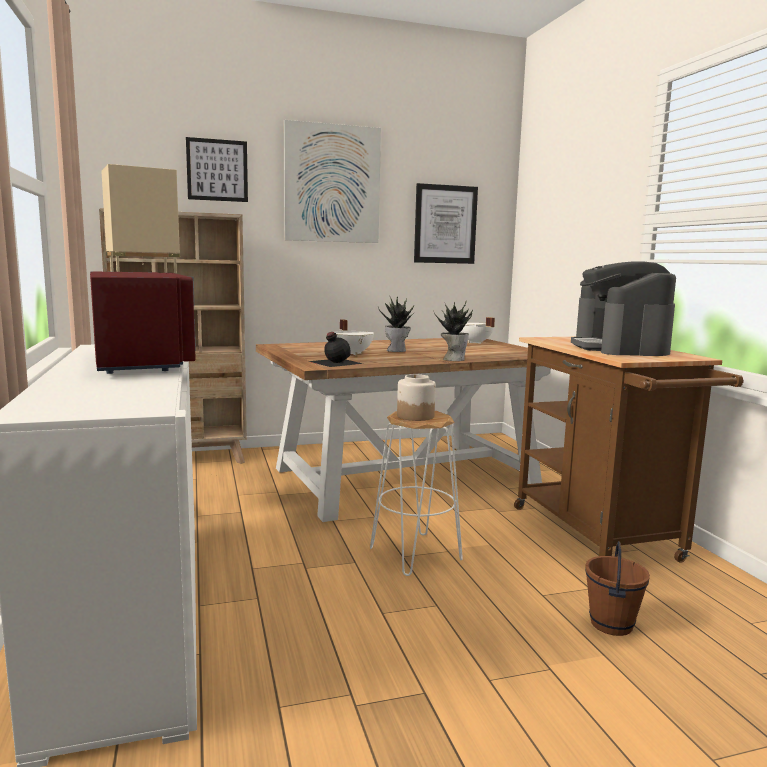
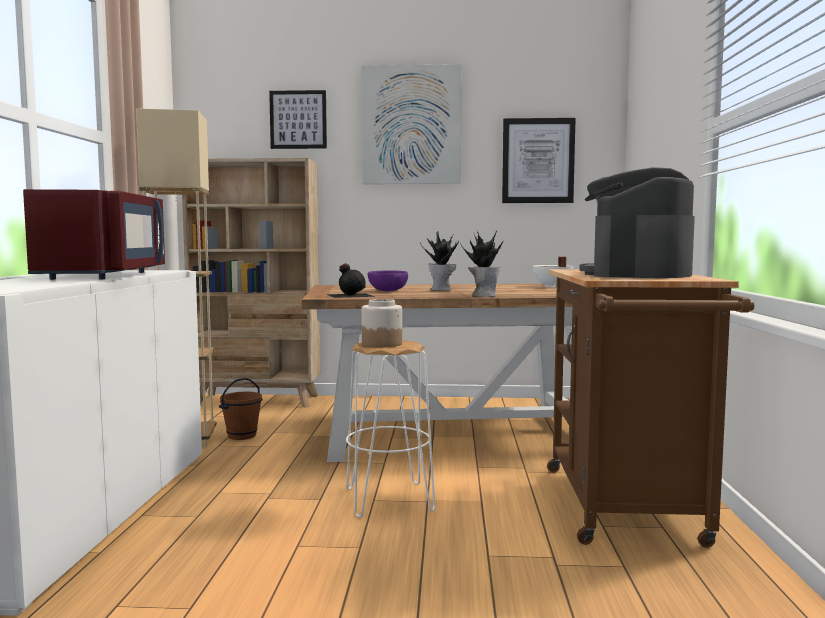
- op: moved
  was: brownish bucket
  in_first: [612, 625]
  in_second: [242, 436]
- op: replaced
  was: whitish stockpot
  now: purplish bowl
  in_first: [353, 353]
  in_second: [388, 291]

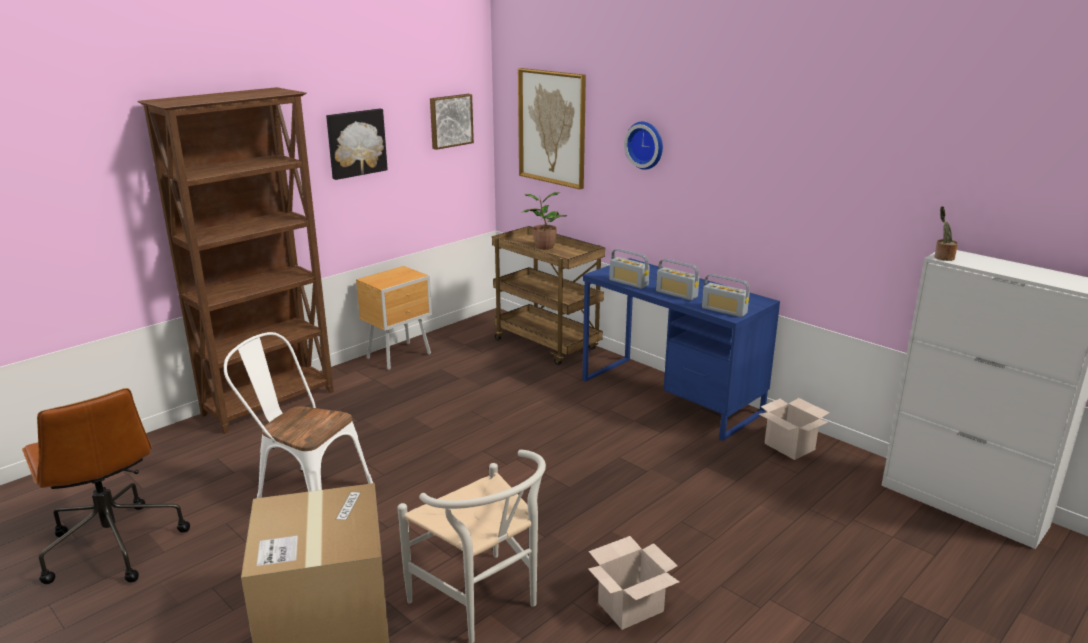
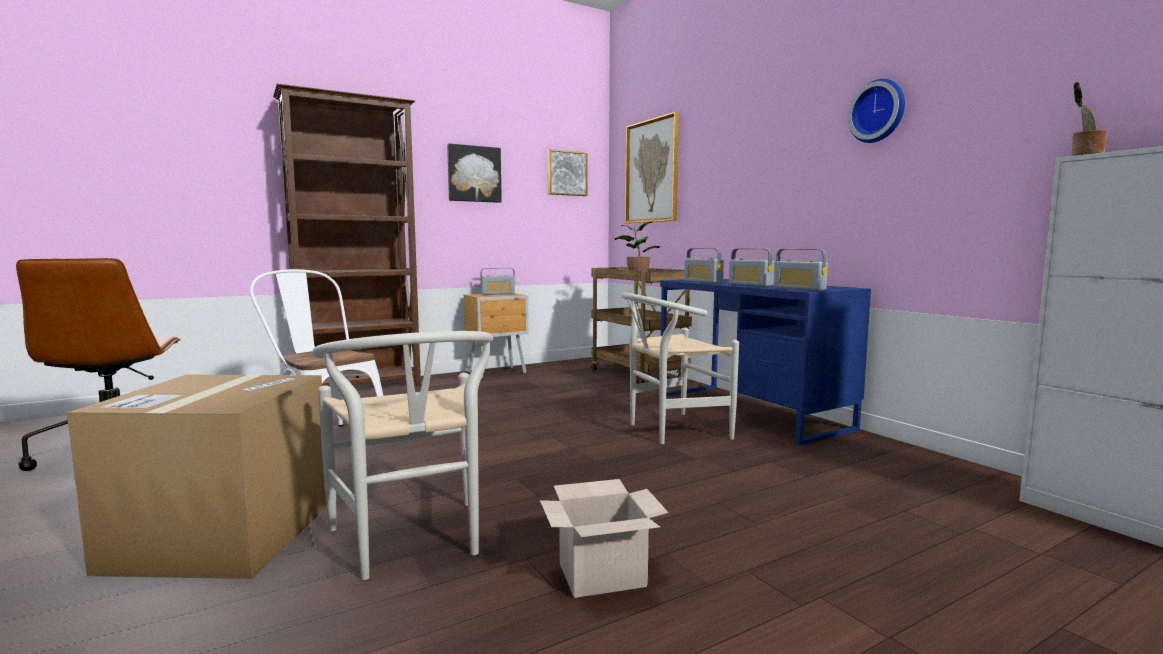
- op: removed
  was: carton
  in_first: [791, 447]
- op: added
  now: radio set
  in_second: [498, 294]
- op: added
  now: whitish chair
  in_second: [670, 430]
- op: moved
  was: wall clock
  in_first: [646, 145]
  in_second: [878, 111]

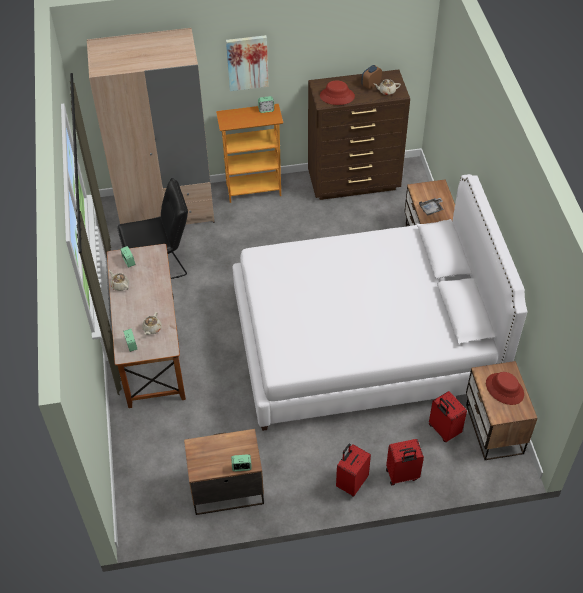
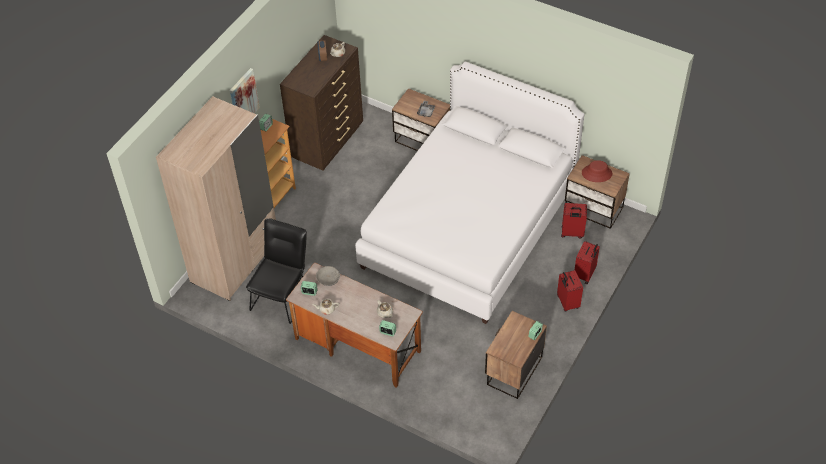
- op: removed
  was: reddish wearable hat
  in_first: [337, 96]
- op: added
  now: gray bowl
  in_second: [328, 279]

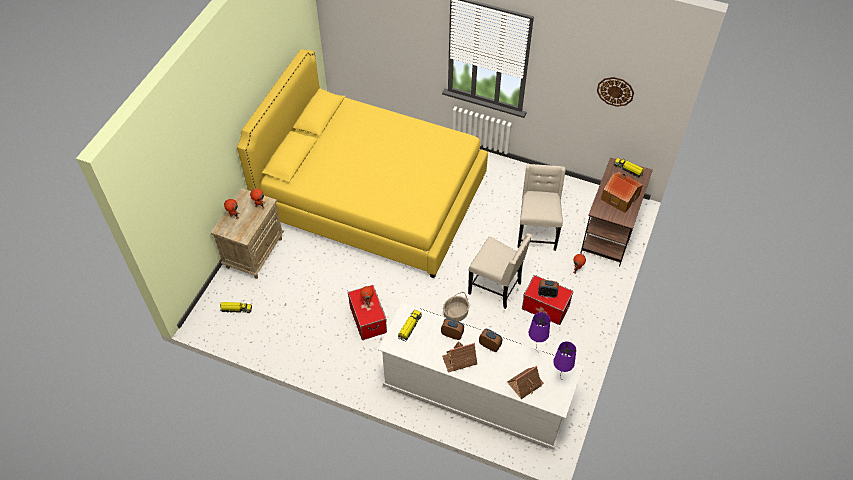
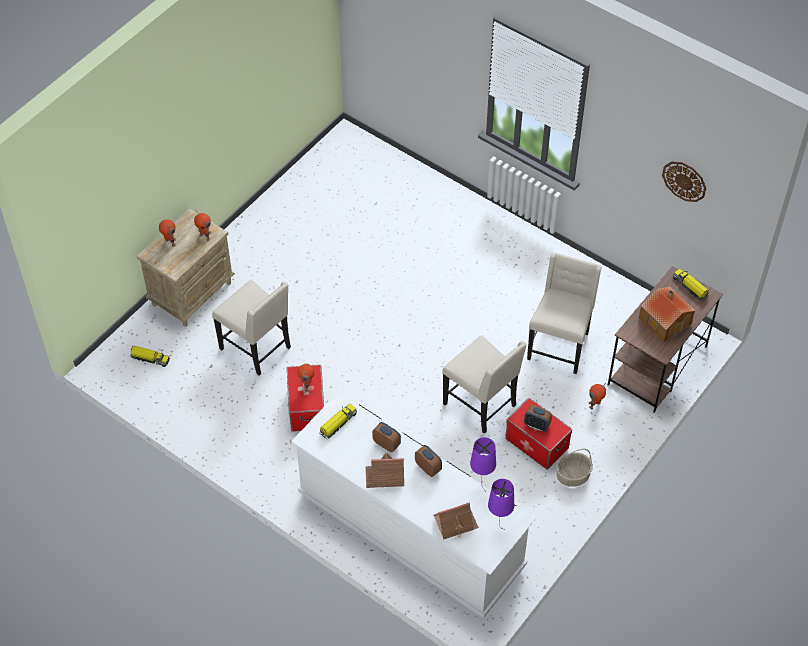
- op: removed
  was: yellow-coloured bedroom bed
  in_first: [372, 198]
- op: added
  now: beige-coloured chair
  in_second: [257, 348]
- op: moved
  was: storage basket
  in_first: [455, 314]
  in_second: [572, 476]

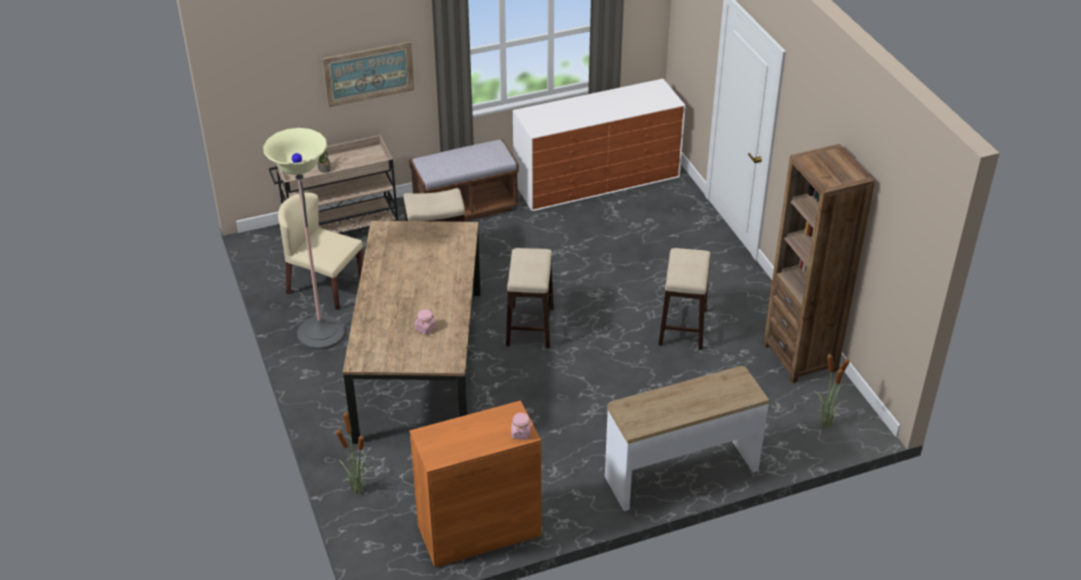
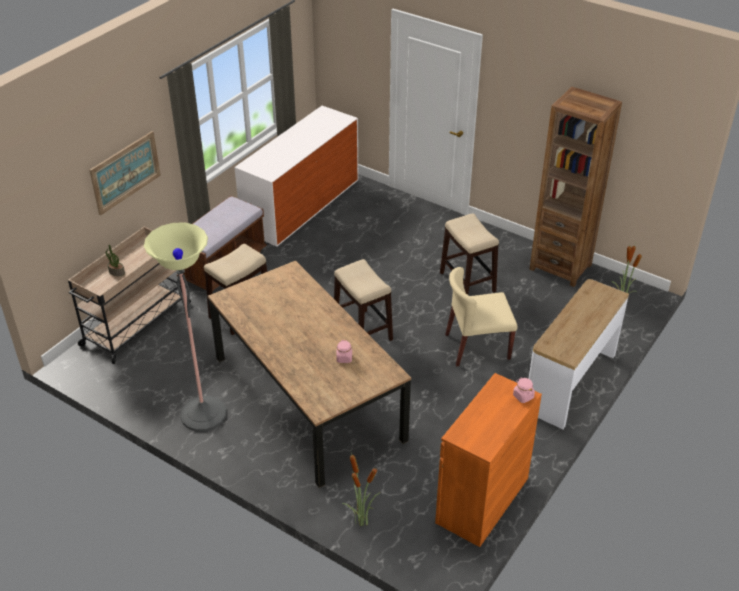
- op: moved
  was: beige-coloured chair
  in_first: [324, 286]
  in_second: [477, 347]

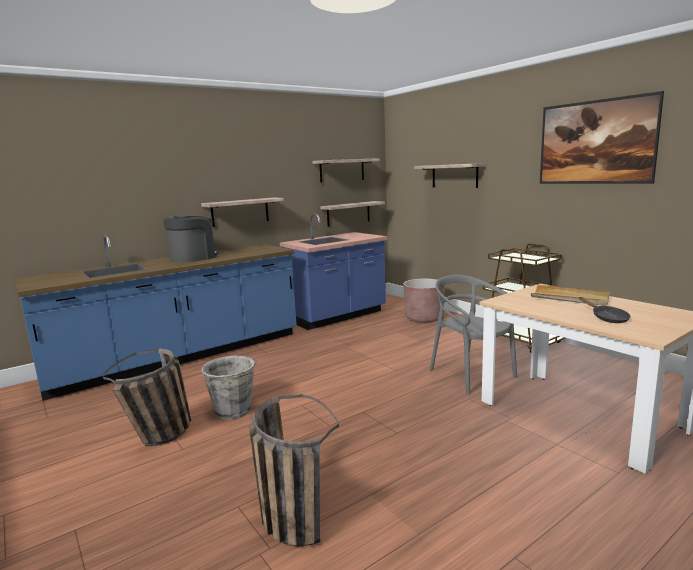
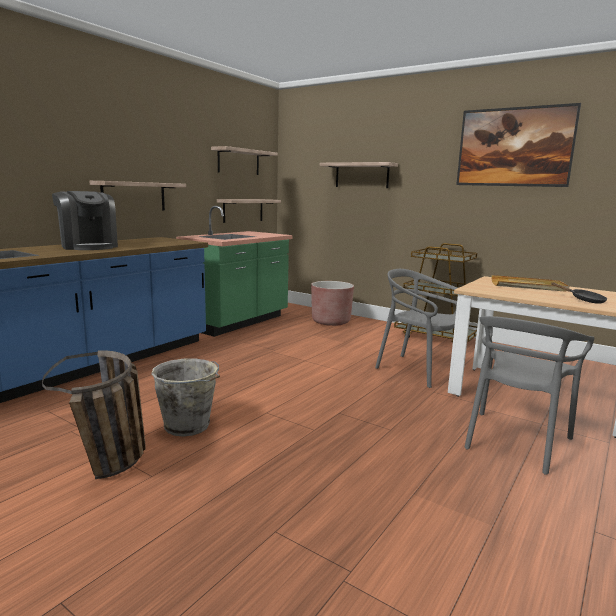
- op: removed
  was: storage basket
  in_first: [287, 514]
- op: added
  now: gray chair
  in_second: [515, 441]
- op: recoloured
  was: blue kitchen base unit
  now: green-coloured kitchen base unit
  in_first: [337, 316]
  in_second: [238, 322]
- op: turned
  was: coffee machine
  in_first: [193, 258]
  in_second: [88, 246]
  clockwise: 120

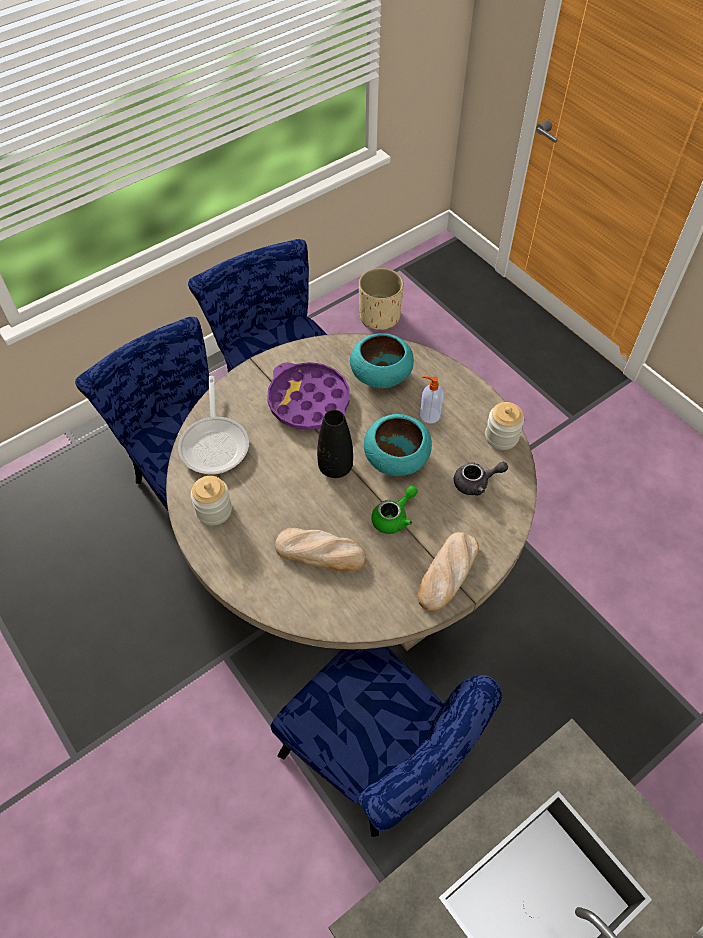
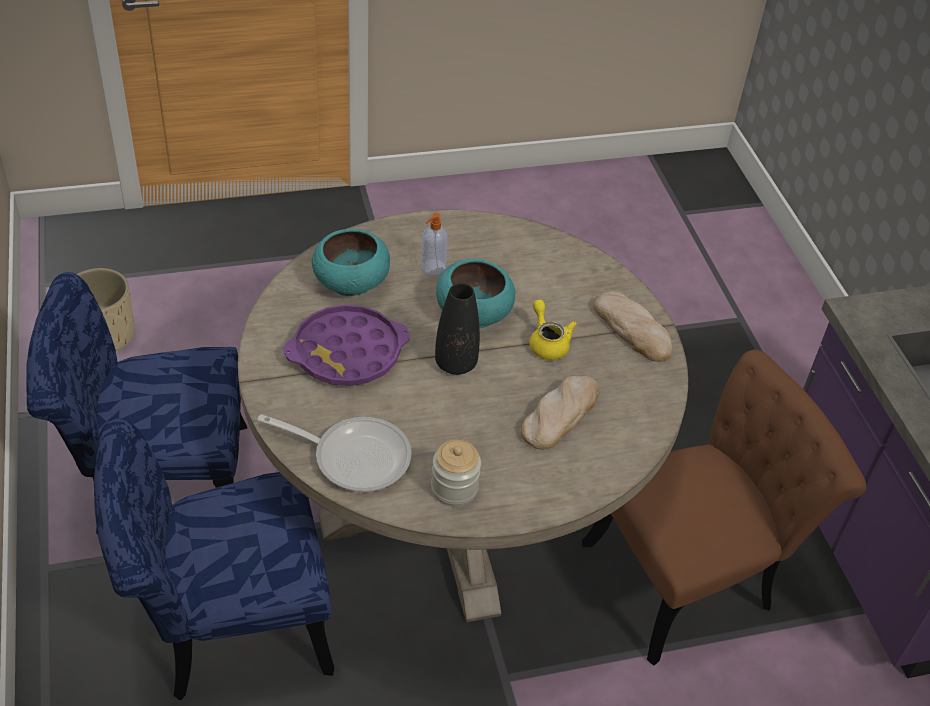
- op: removed
  was: gray teapot
  in_first: [476, 483]
- op: removed
  was: jar
  in_first: [501, 437]
- op: recoloured
  was: blue chair
  now: brownish chair
  in_first: [377, 762]
  in_second: [693, 575]
- op: recoloured
  was: green-coloured teapot
  now: yellow-coloured teapot
  in_first: [394, 517]
  in_second: [547, 342]

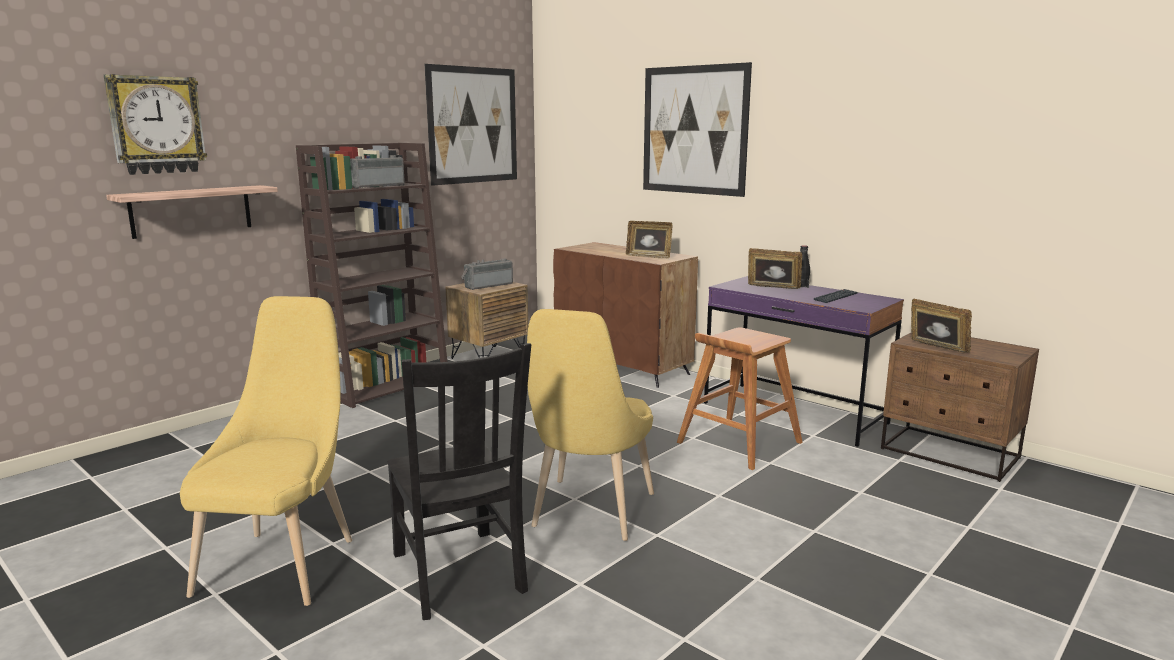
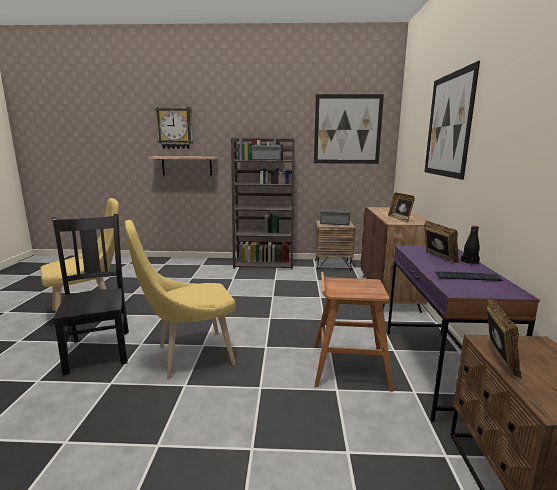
- op: turned
  was: black-coloured chair
  in_first: [459, 575]
  in_second: [99, 349]
  clockwise: 135

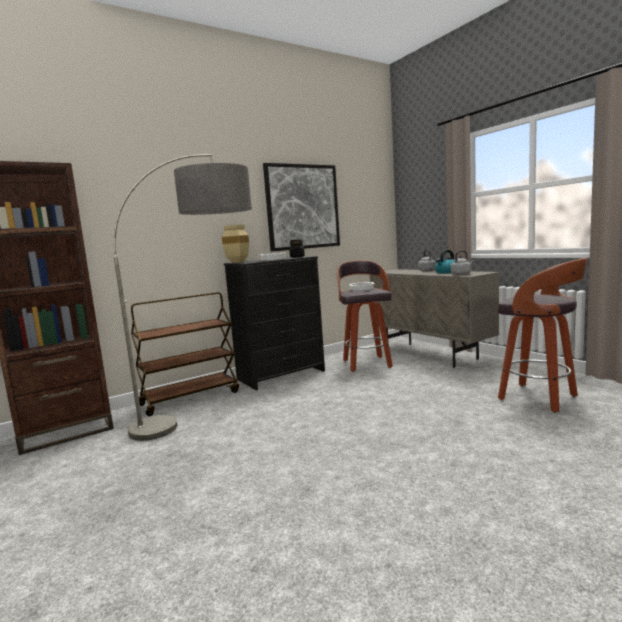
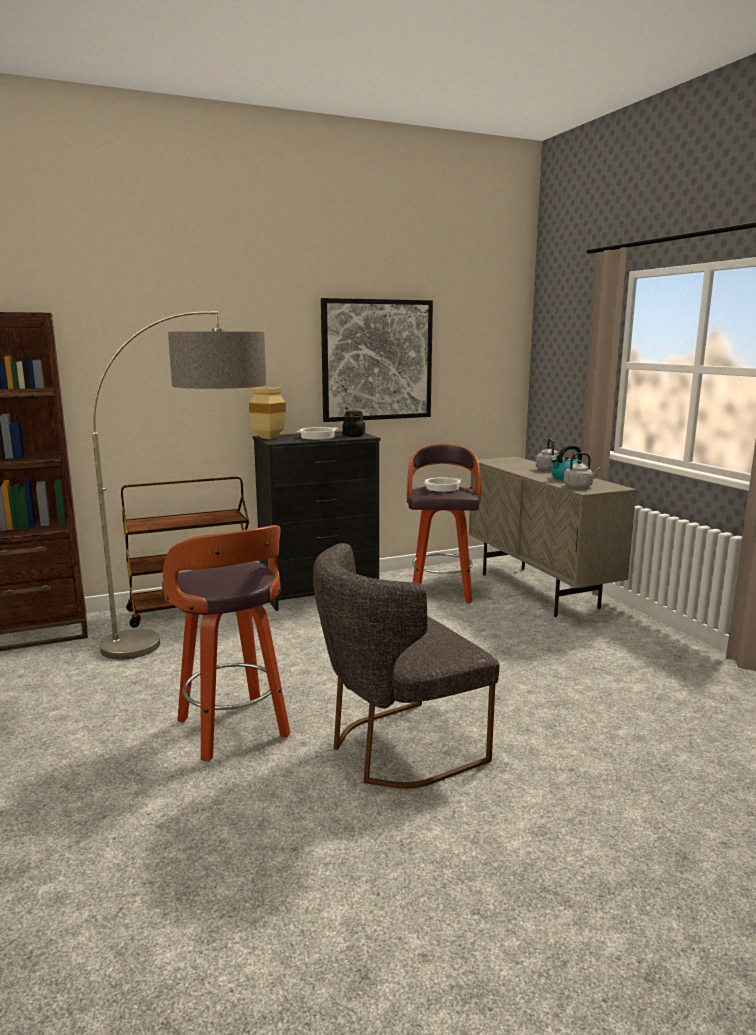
- op: added
  now: gray chair
  in_second: [397, 749]
- op: moved
  was: stool seat
  in_first: [539, 398]
  in_second: [234, 730]

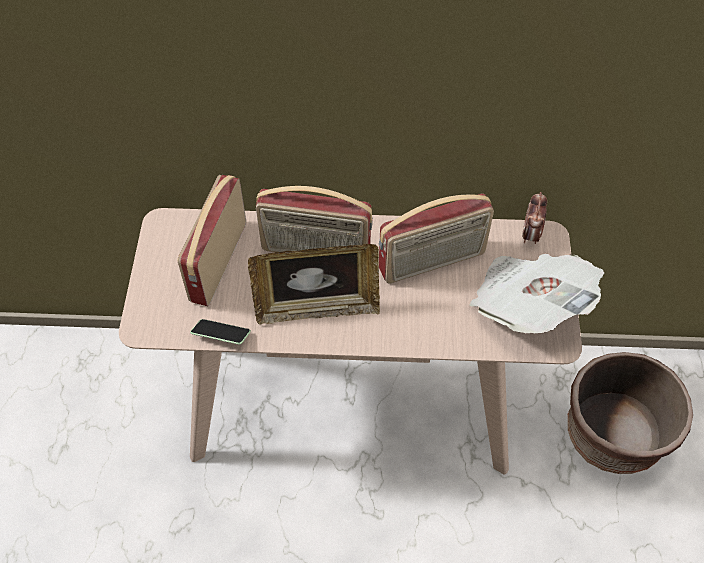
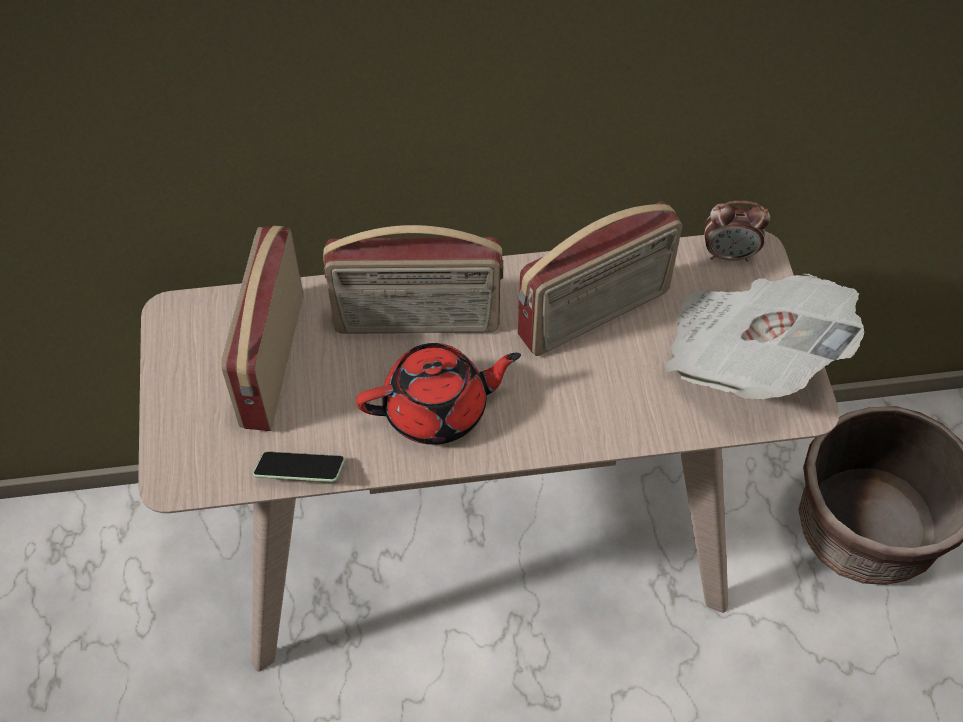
- op: replaced
  was: standing frame
  now: reddish teapot
  in_first: [317, 308]
  in_second: [438, 409]
- op: turned
  was: bedside clock
  in_first: [530, 235]
  in_second: [729, 254]
  clockwise: -90

